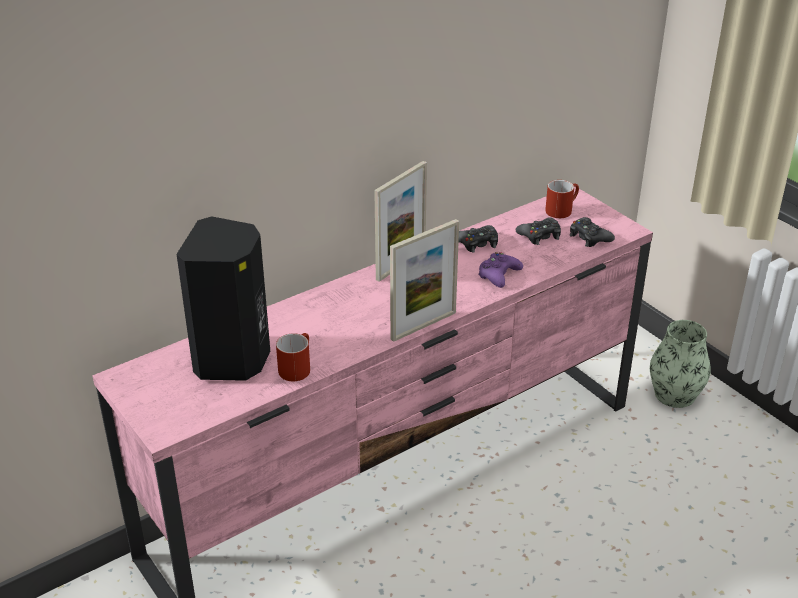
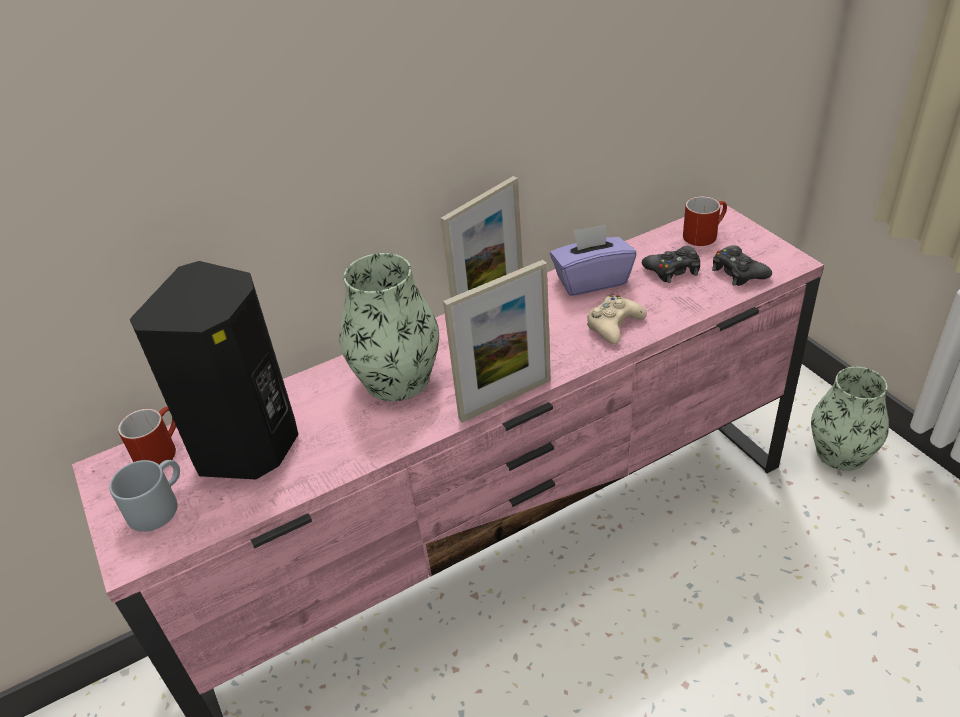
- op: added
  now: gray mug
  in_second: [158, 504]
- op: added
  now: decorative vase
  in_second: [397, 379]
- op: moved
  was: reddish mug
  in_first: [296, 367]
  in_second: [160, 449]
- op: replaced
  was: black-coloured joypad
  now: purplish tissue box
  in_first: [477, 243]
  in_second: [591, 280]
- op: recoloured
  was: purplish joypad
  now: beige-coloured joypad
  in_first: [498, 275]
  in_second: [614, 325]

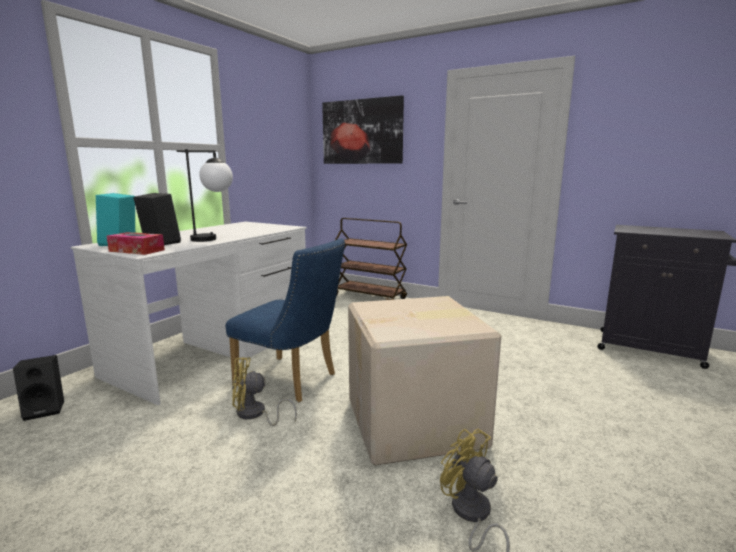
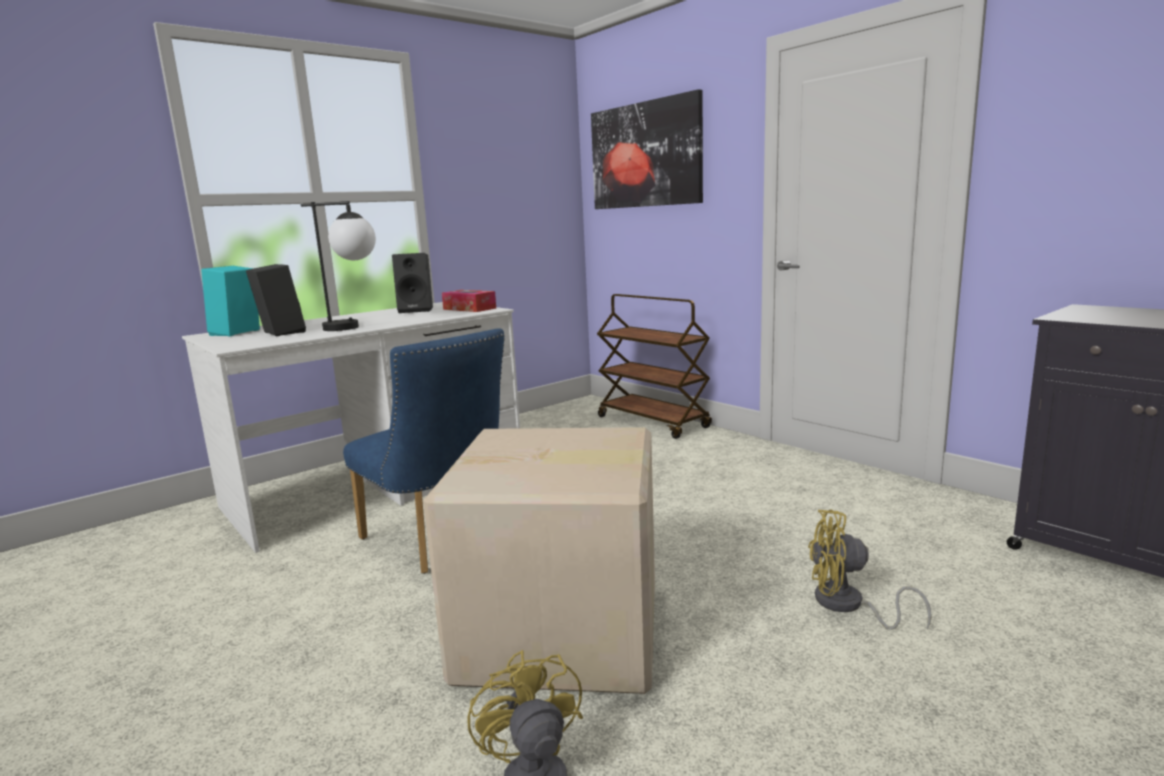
- op: moved
  was: black-coloured loudspeaker
  in_first: [46, 409]
  in_second: [417, 310]
- op: moved
  was: tissue box
  in_first: [137, 250]
  in_second: [469, 309]
- op: moved
  was: yellow-coloured cooling fan
  in_first: [255, 414]
  in_second: [847, 605]

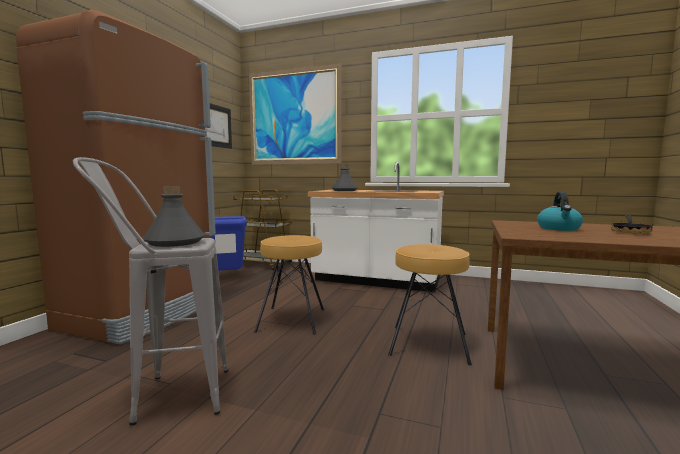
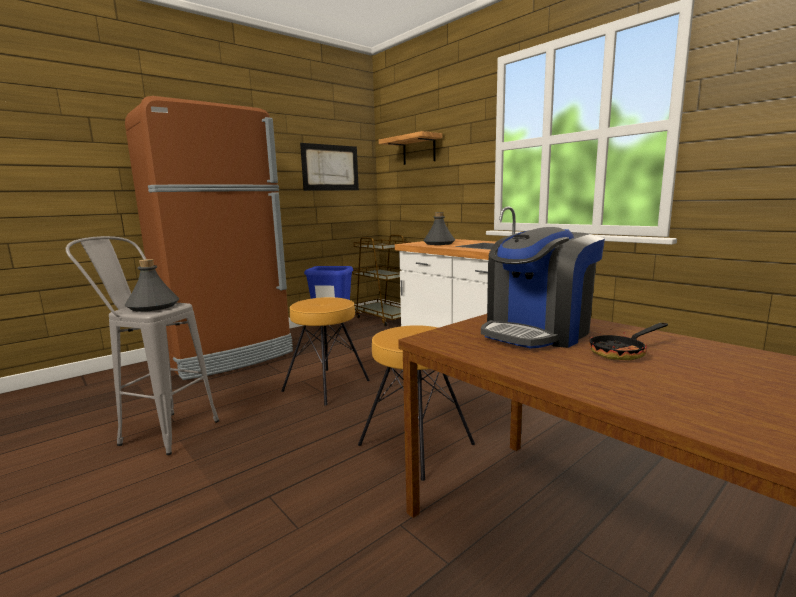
- op: replaced
  was: picture
  now: shelf
  in_first: [294, 117]
  in_second: [419, 150]
- op: replaced
  was: kettle
  now: coffee machine
  in_first: [559, 228]
  in_second: [537, 332]

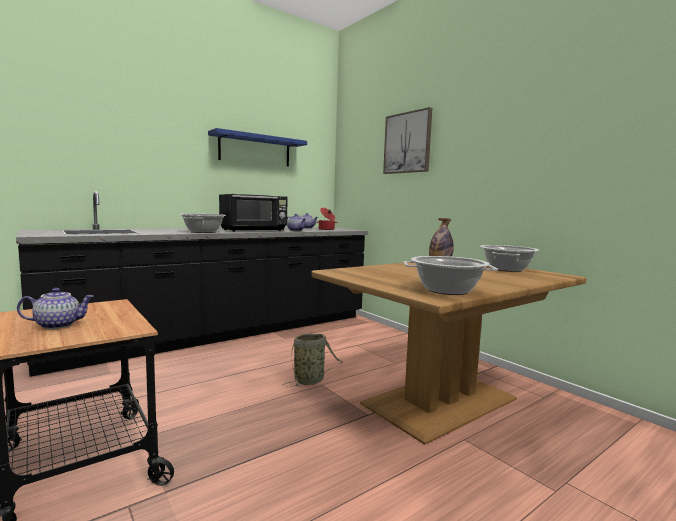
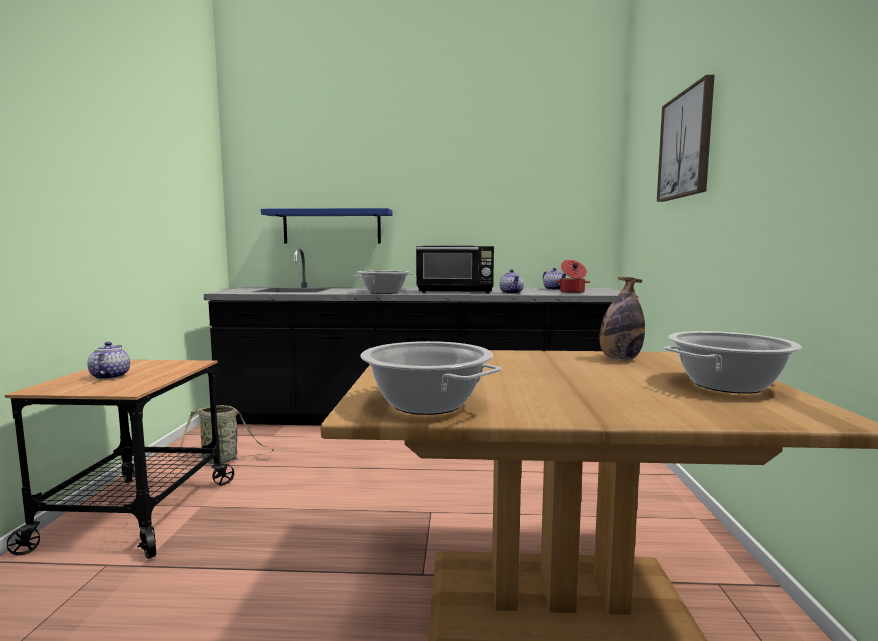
- op: moved
  was: blue shelf
  in_first: [255, 150]
  in_second: [332, 227]
- op: moved
  was: storage basket
  in_first: [311, 380]
  in_second: [222, 460]
- op: turned
  was: teapot
  in_first: [58, 325]
  in_second: [109, 376]
  clockwise: -120

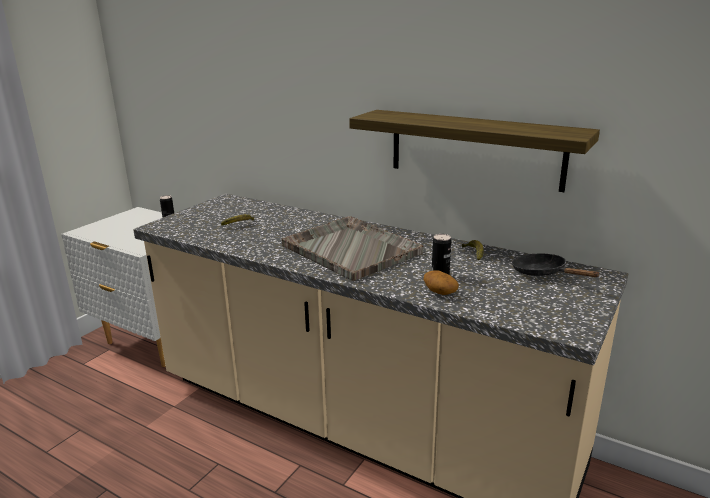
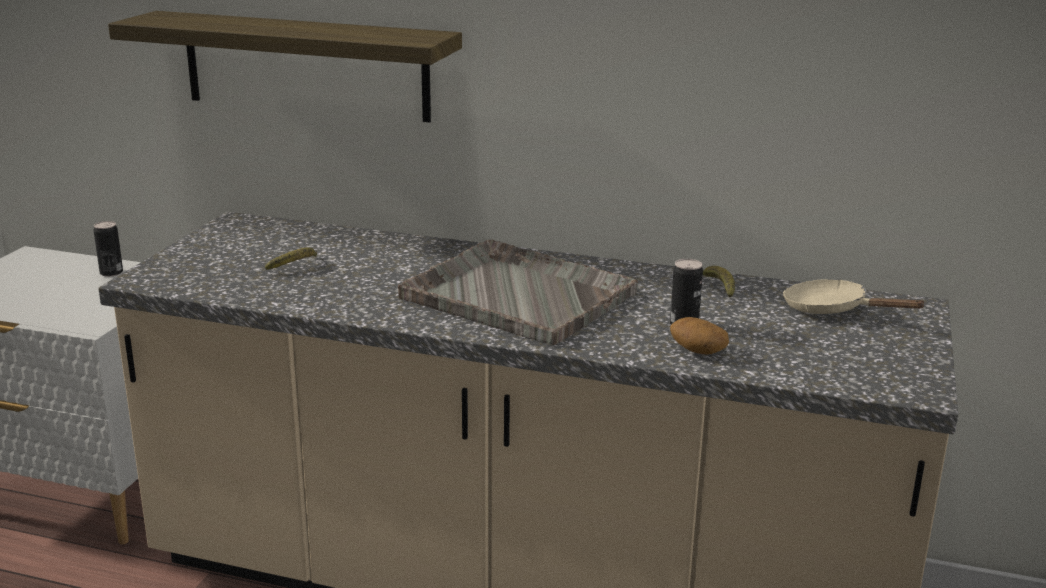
- op: moved
  was: shelf
  in_first: [475, 149]
  in_second: [305, 66]
- op: recoloured
  was: black-coloured frying pan
  now: beige-coloured frying pan
  in_first: [543, 273]
  in_second: [832, 310]

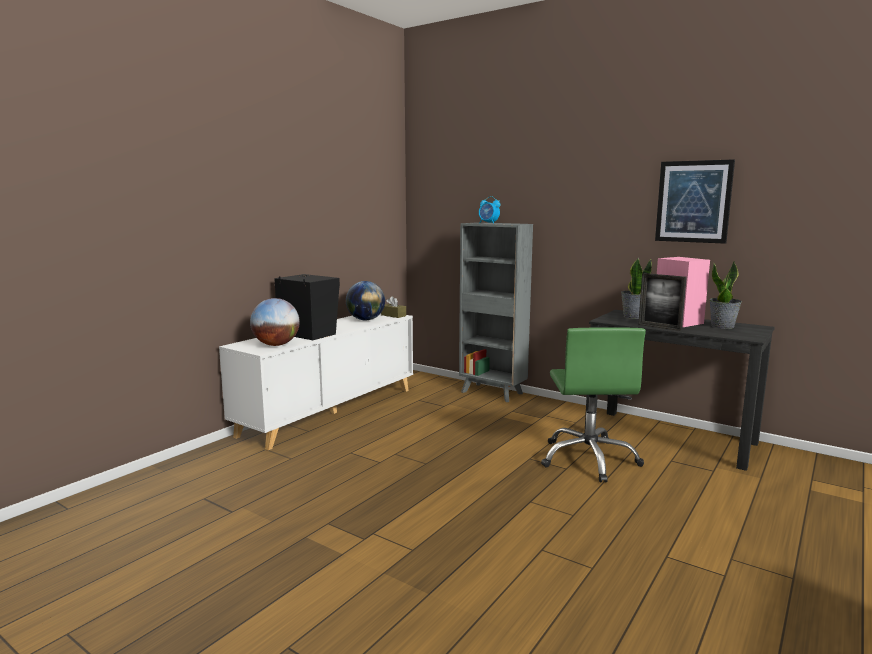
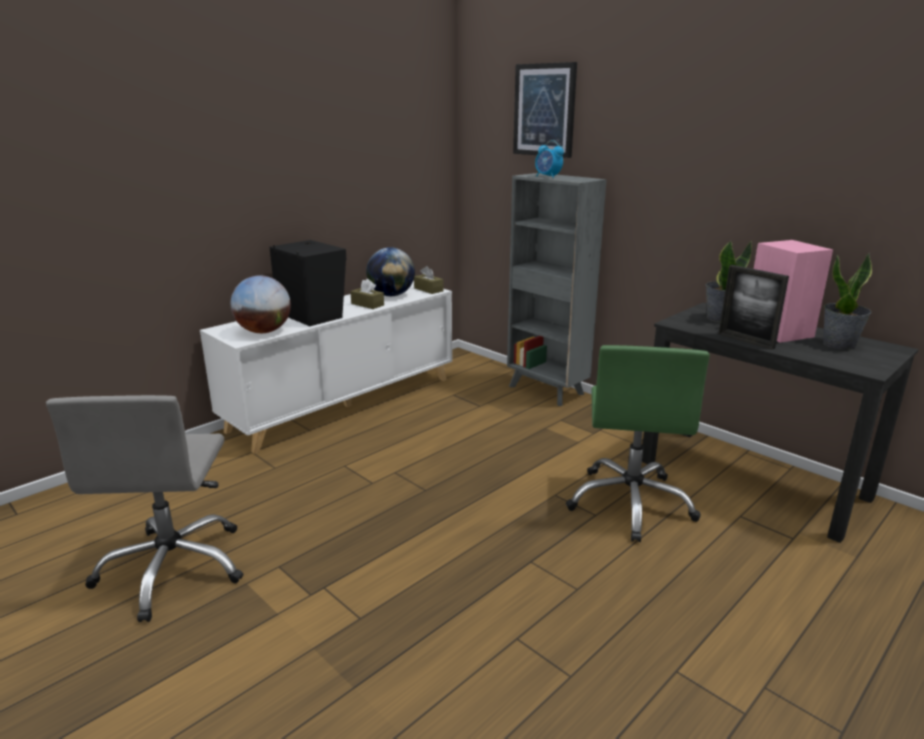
- op: added
  now: gray computer chair
  in_second: [174, 568]
- op: added
  now: brownish tissue box
  in_second: [367, 304]
- op: moved
  was: picture
  in_first: [693, 201]
  in_second: [544, 110]

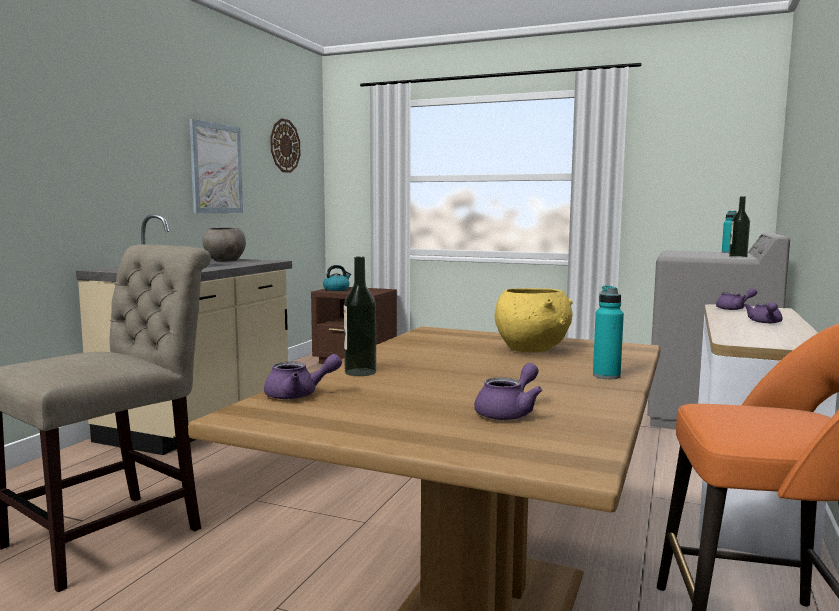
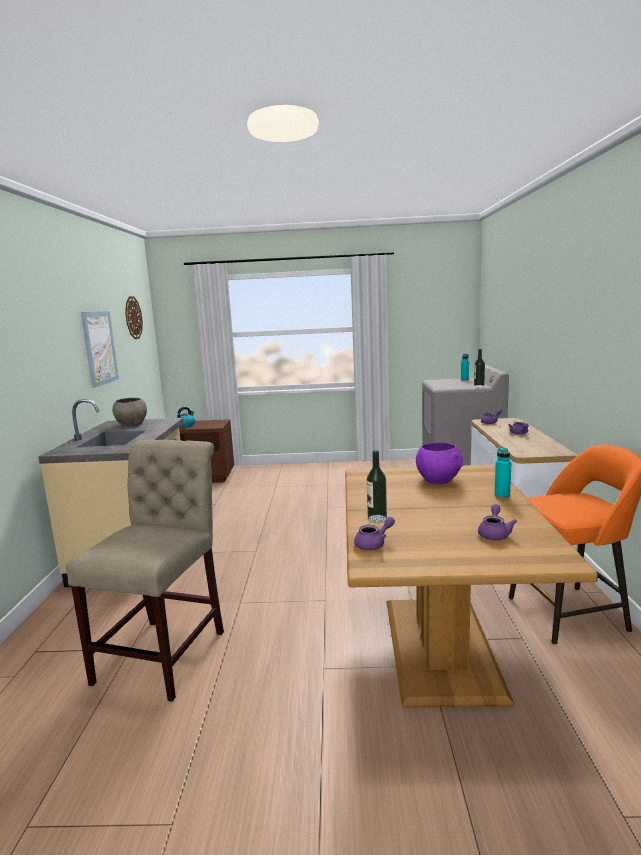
- op: recoloured
  was: yellow-coloured bowl
  now: purplish bowl
  in_first: [531, 349]
  in_second: [438, 480]

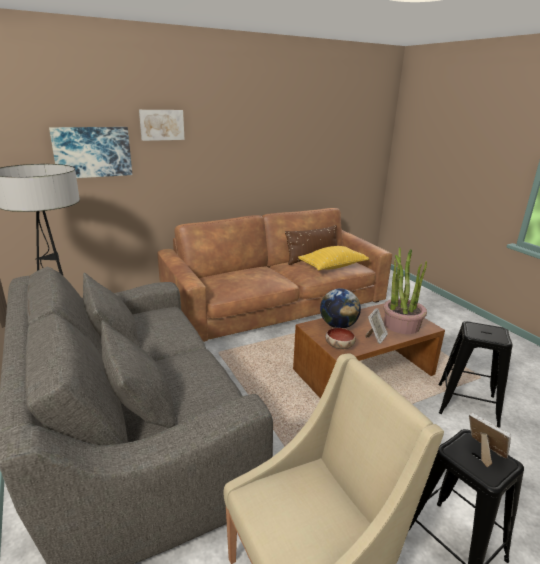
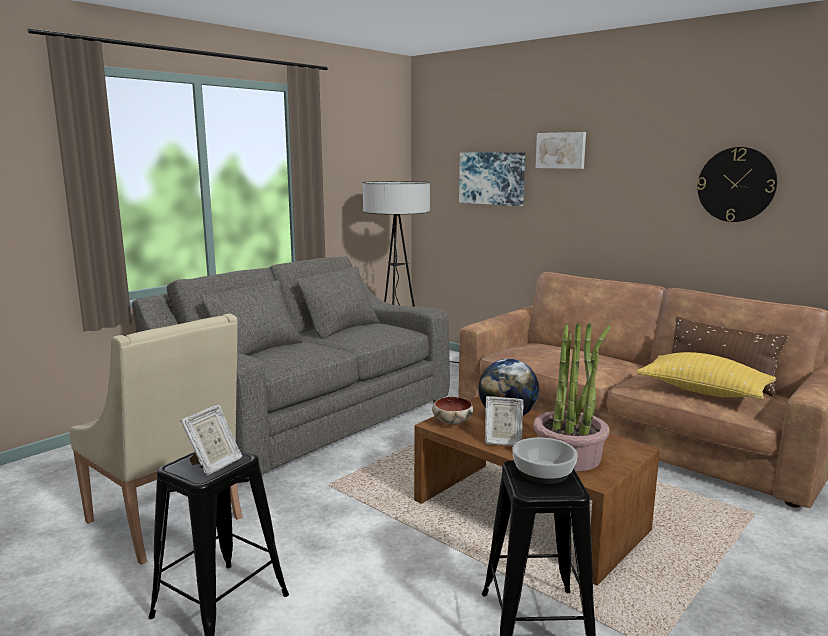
- op: added
  now: bowl
  in_second: [542, 472]
- op: added
  now: wall clock
  in_second: [736, 184]

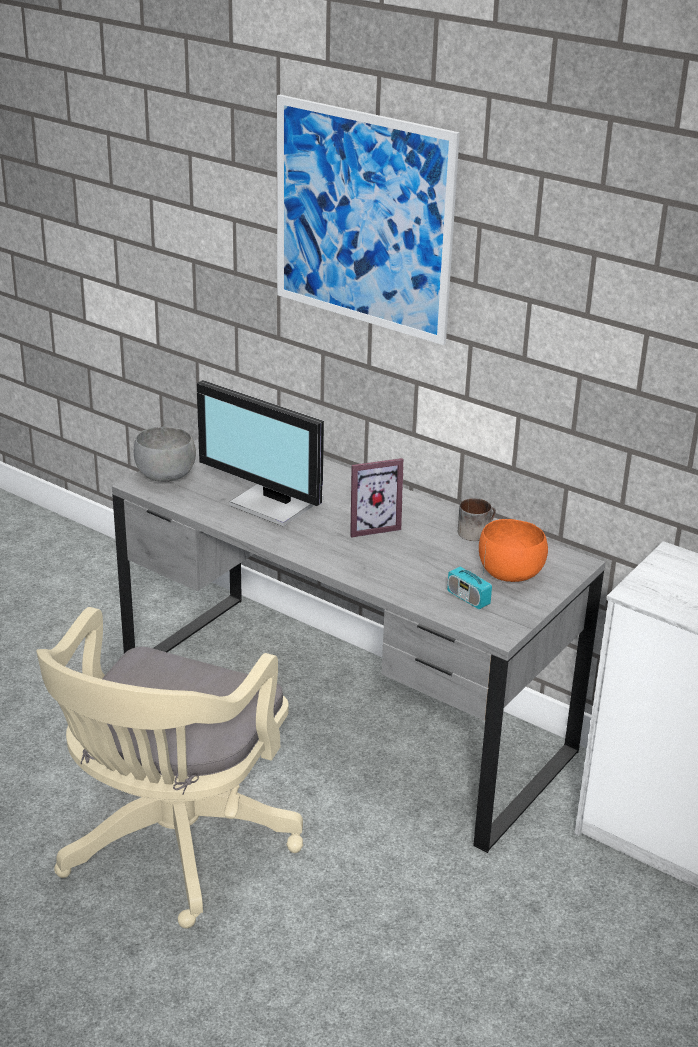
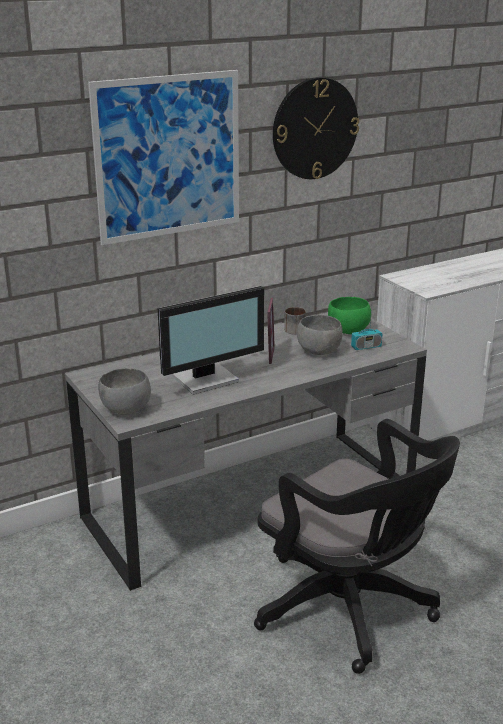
- op: added
  now: wall clock
  in_second: [315, 128]
- op: added
  now: gray bowl
  in_second: [319, 351]
- op: recoloured
  was: beige-coloured computer chair
  now: black-coloured computer chair
  in_first: [171, 846]
  in_second: [350, 610]
- op: recoloured
  was: orange-coloured bowl
  now: green-coloured bowl
  in_first: [508, 574]
  in_second: [347, 331]

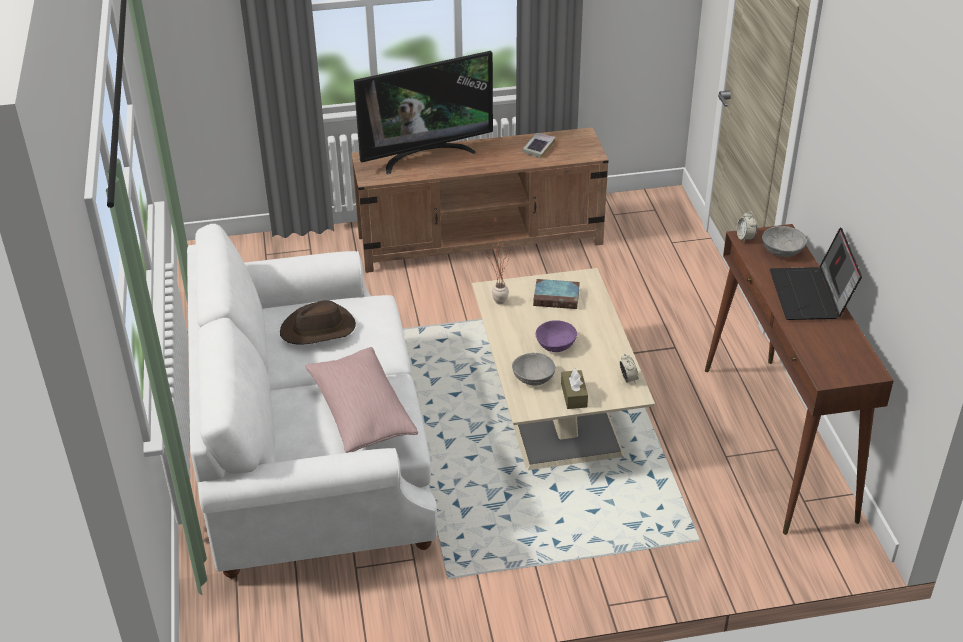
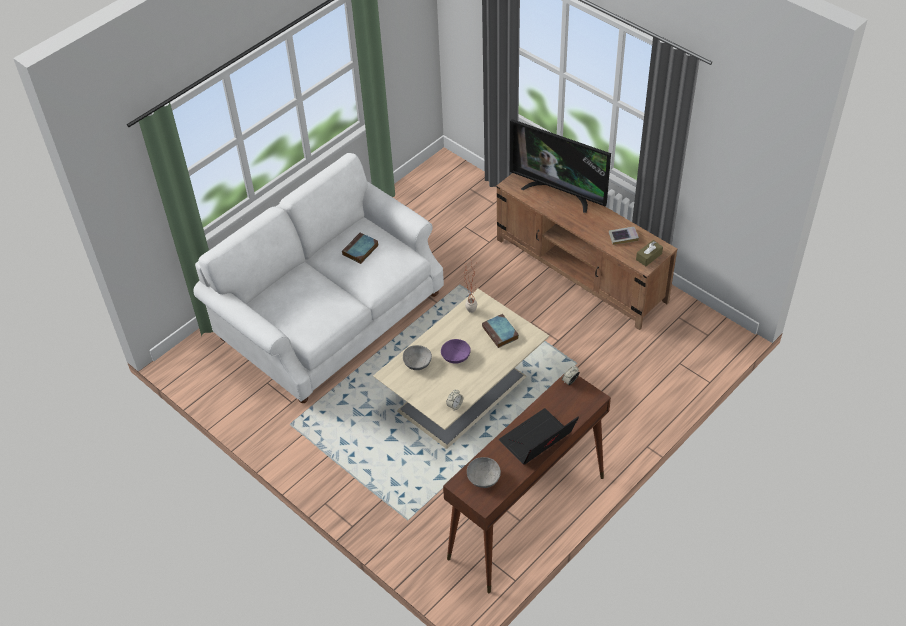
- op: removed
  was: pink-coloured cushion
  in_first: [361, 413]
- op: moved
  was: brownish tissue box
  in_first: [574, 395]
  in_second: [649, 257]
- op: moved
  was: gray bowl
  in_first: [781, 250]
  in_second: [483, 478]
- op: replaced
  was: brownish wearable hat
  now: book
  in_first: [318, 329]
  in_second: [360, 250]

